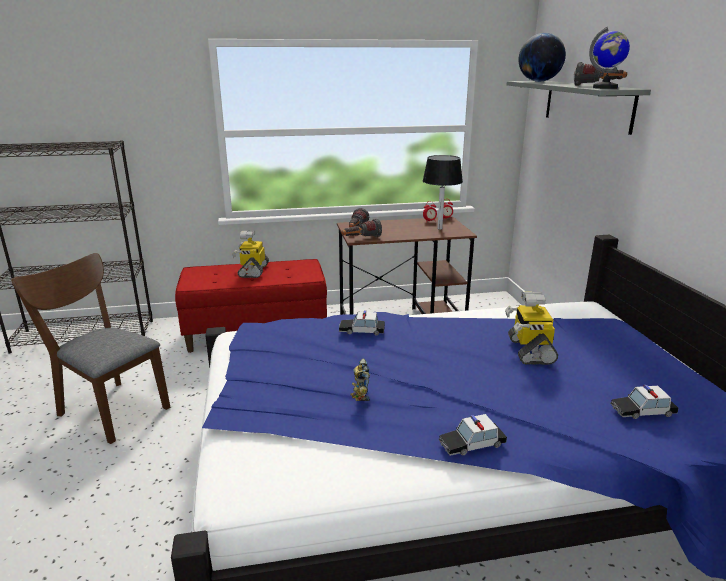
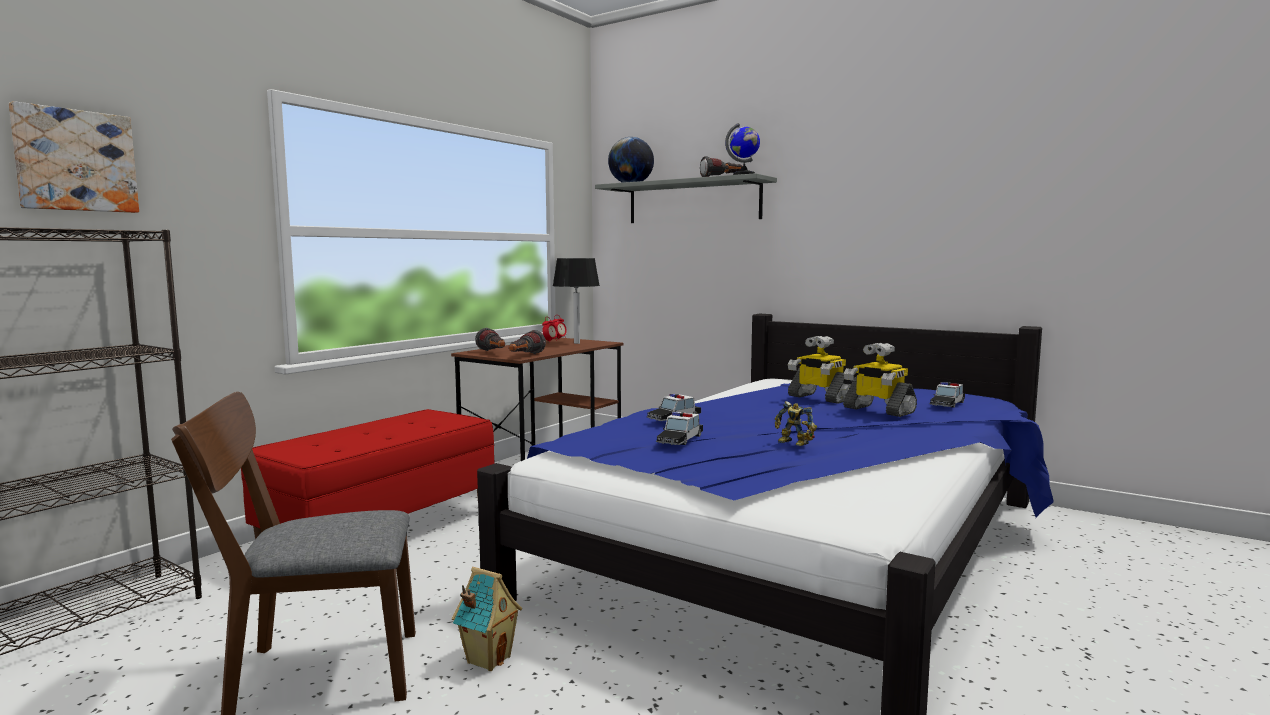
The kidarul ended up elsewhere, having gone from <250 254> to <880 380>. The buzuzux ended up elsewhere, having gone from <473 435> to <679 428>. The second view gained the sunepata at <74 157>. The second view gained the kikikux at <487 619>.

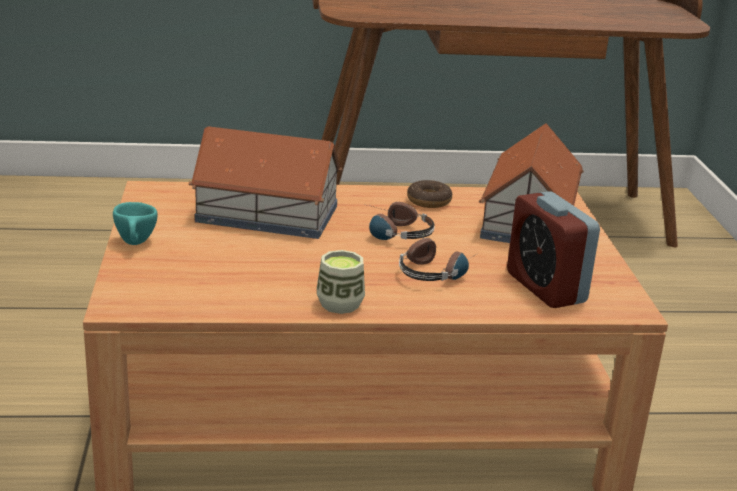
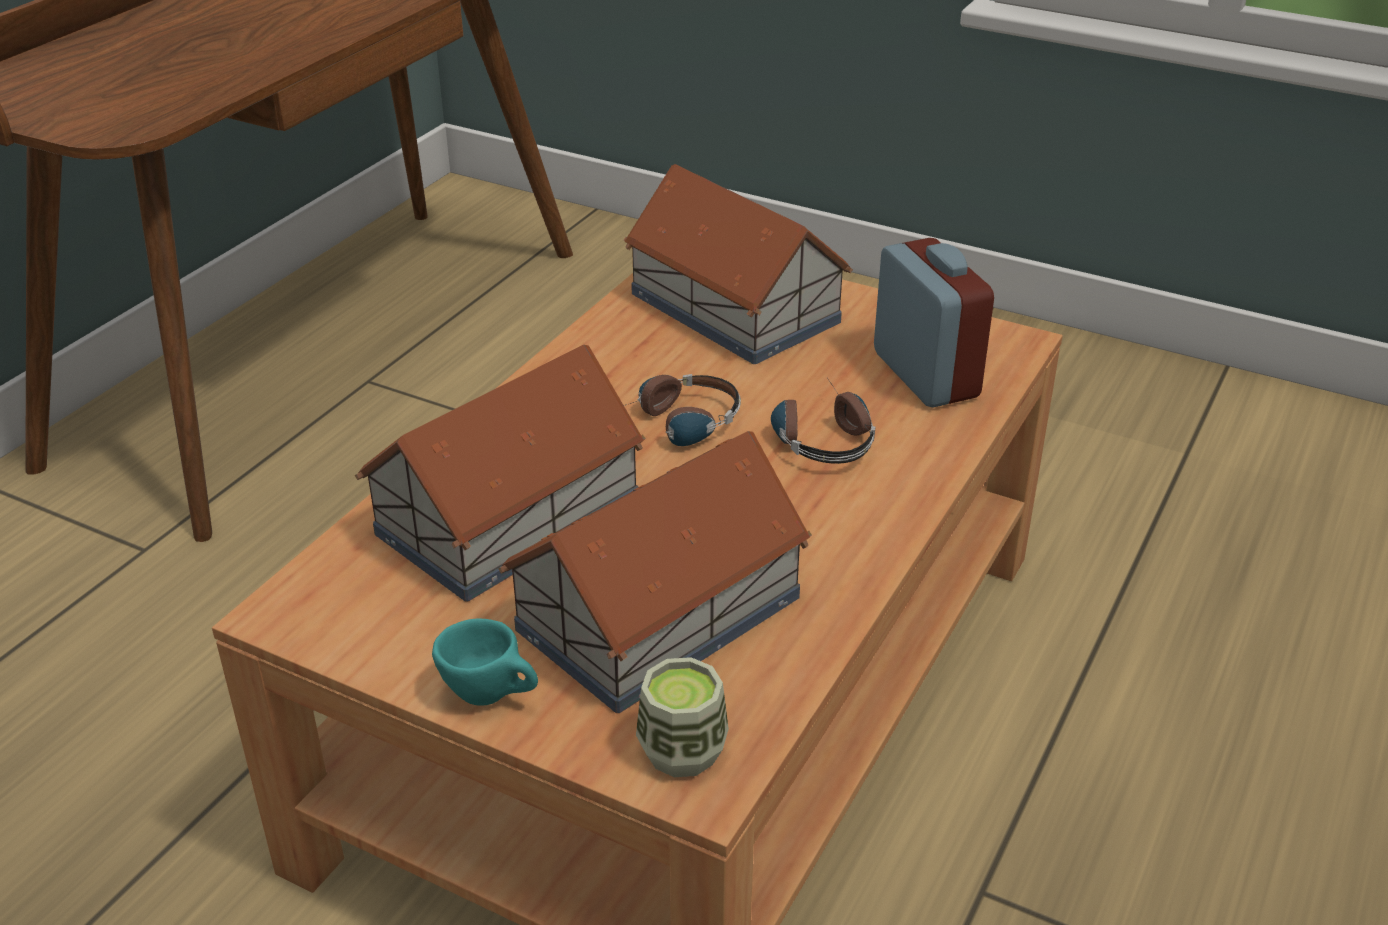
The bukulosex ended up elsewhere, having gone from <341 282> to <682 717>. The second view lost the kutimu at <429 194>. The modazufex at <553 249> ended up facing another way, 120 degrees counterclockwise from before. The second view gained the kikikux at <655 572>.

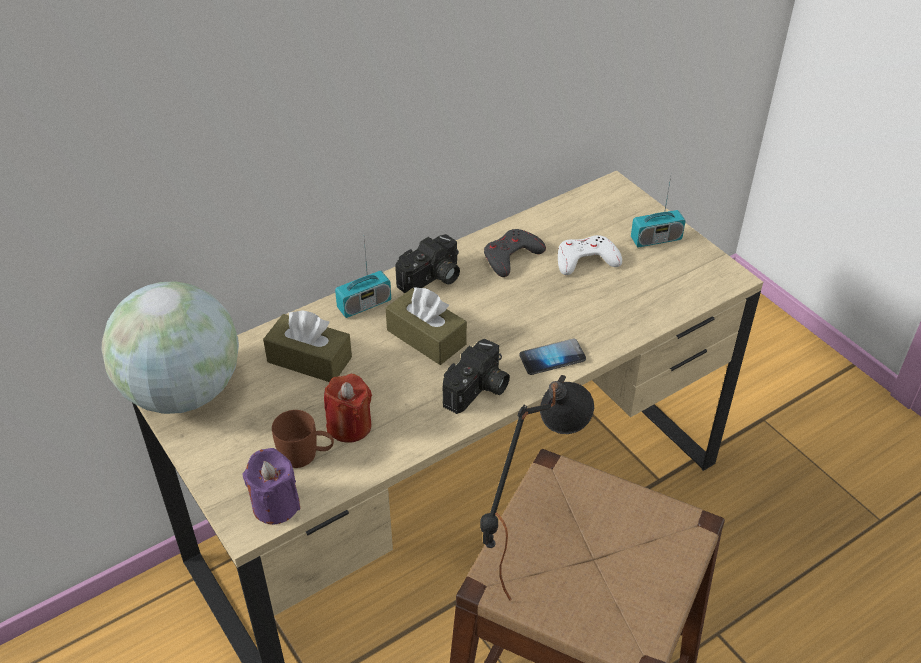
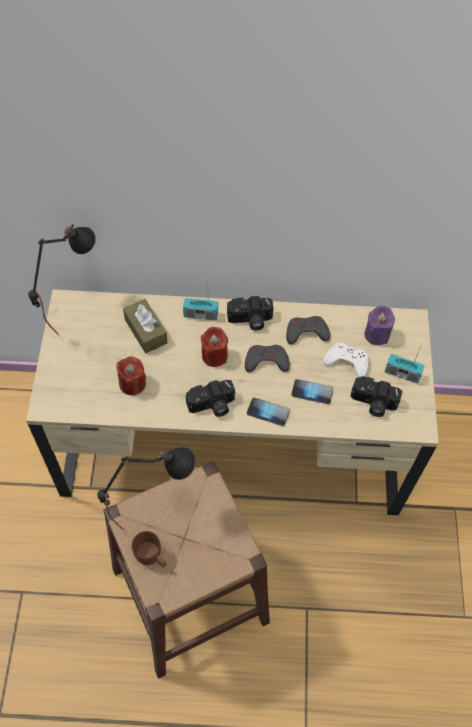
Where the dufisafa stood at <170 347>, the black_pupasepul came to stand at <62 279>. The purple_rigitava ended up elsewhere, having gone from <271 486> to <379 325>. The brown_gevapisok ended up elsewhere, having gone from <303 439> to <149 549>. Where the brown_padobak stood at <426 326>, the red_rigitava came to stand at <214 347>. The second view gained the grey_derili at <267 358>. The second view gained the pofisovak at <312 391>. The second view gained the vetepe at <376 396>.

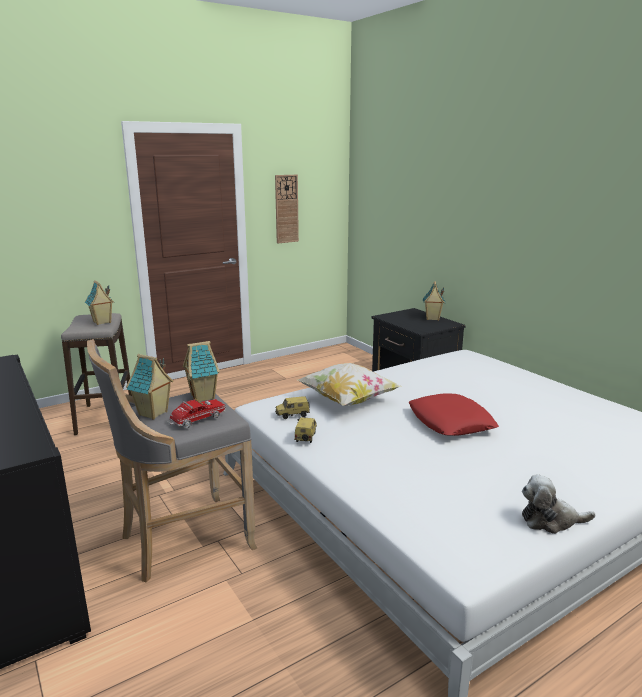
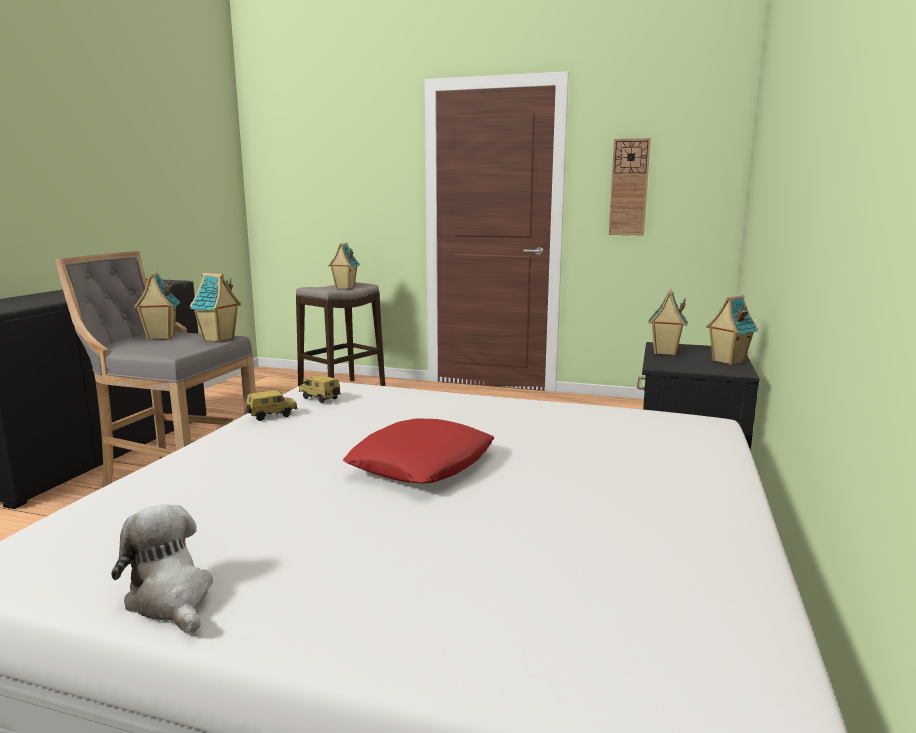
The second view lost the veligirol at <197 413>. The second view lost the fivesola at <349 384>. The second view gained the kikikux at <667 322>.

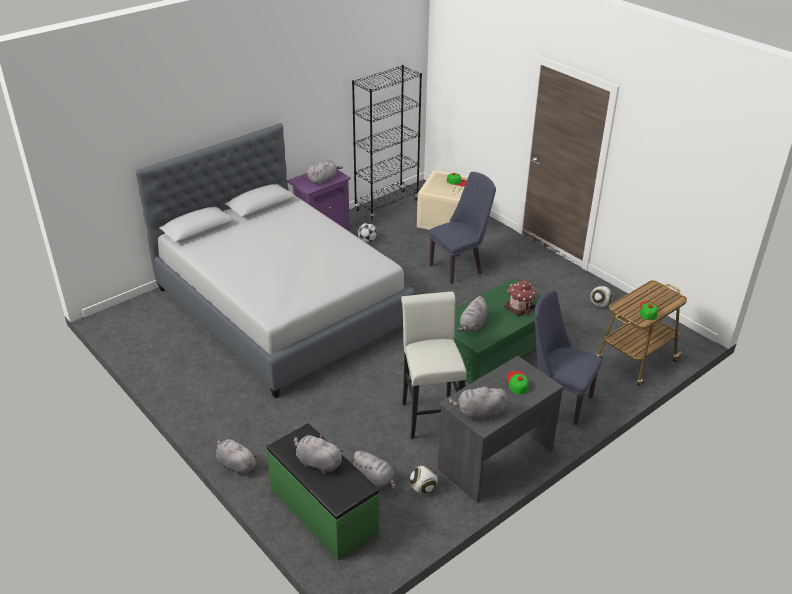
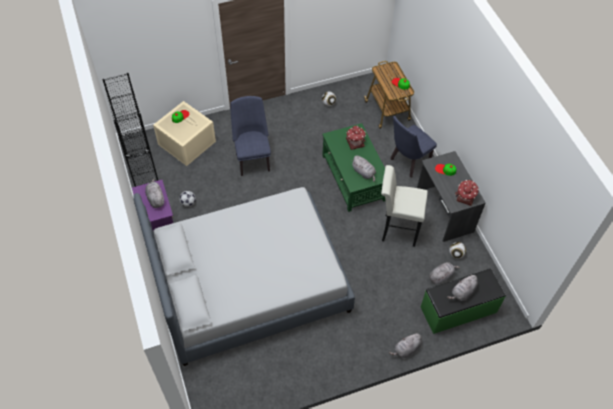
Where the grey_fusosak stood at <477 403>, the kikikux came to stand at <467 193>.

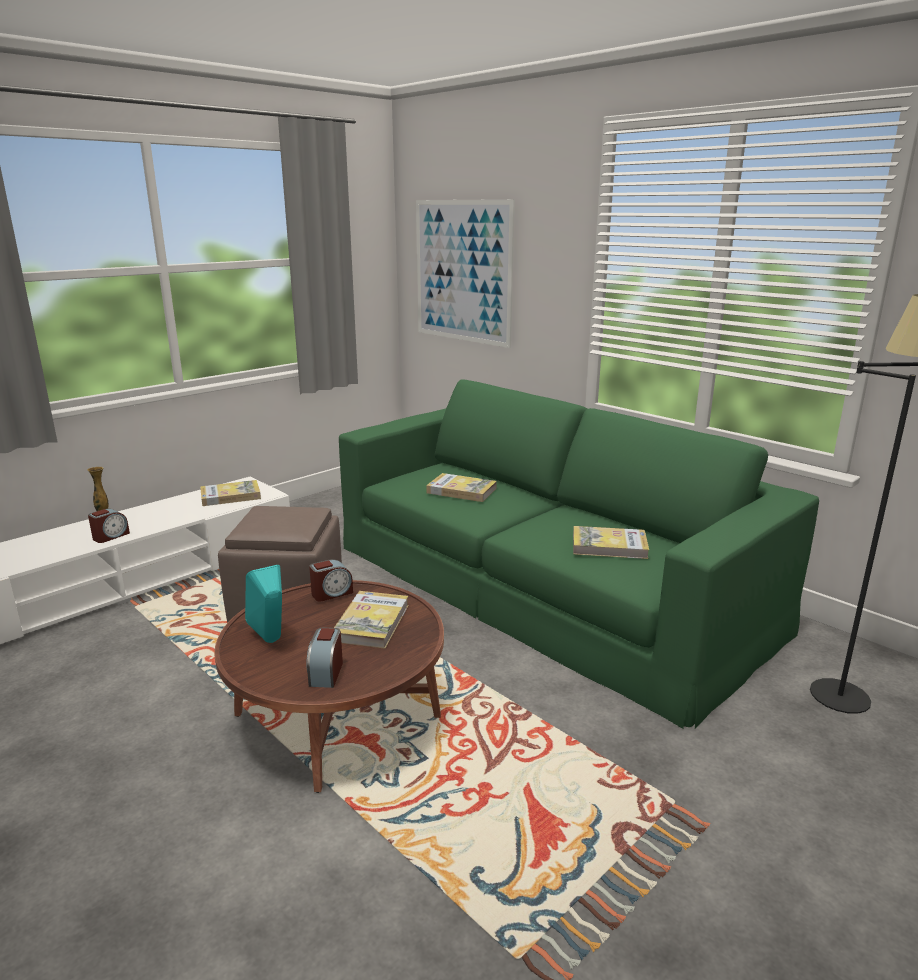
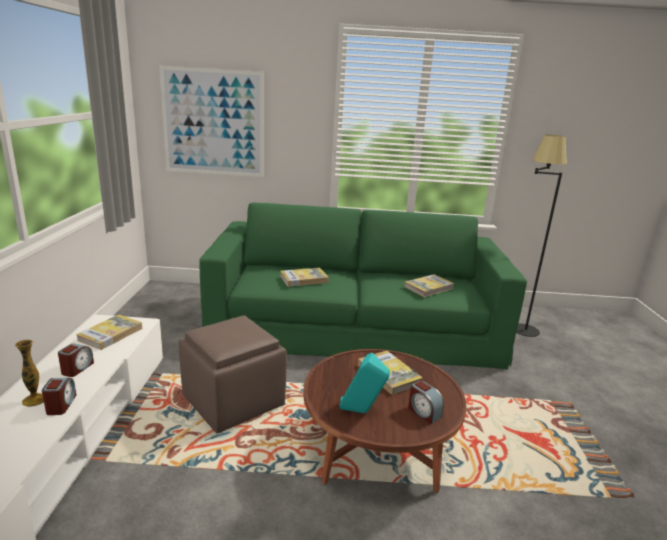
The modazufex ended up elsewhere, having gone from <331 580> to <76 360>.

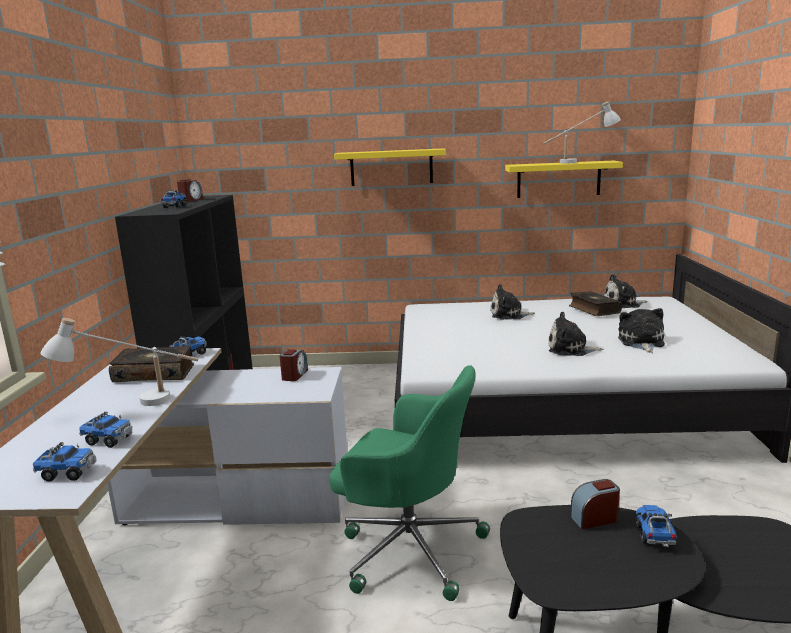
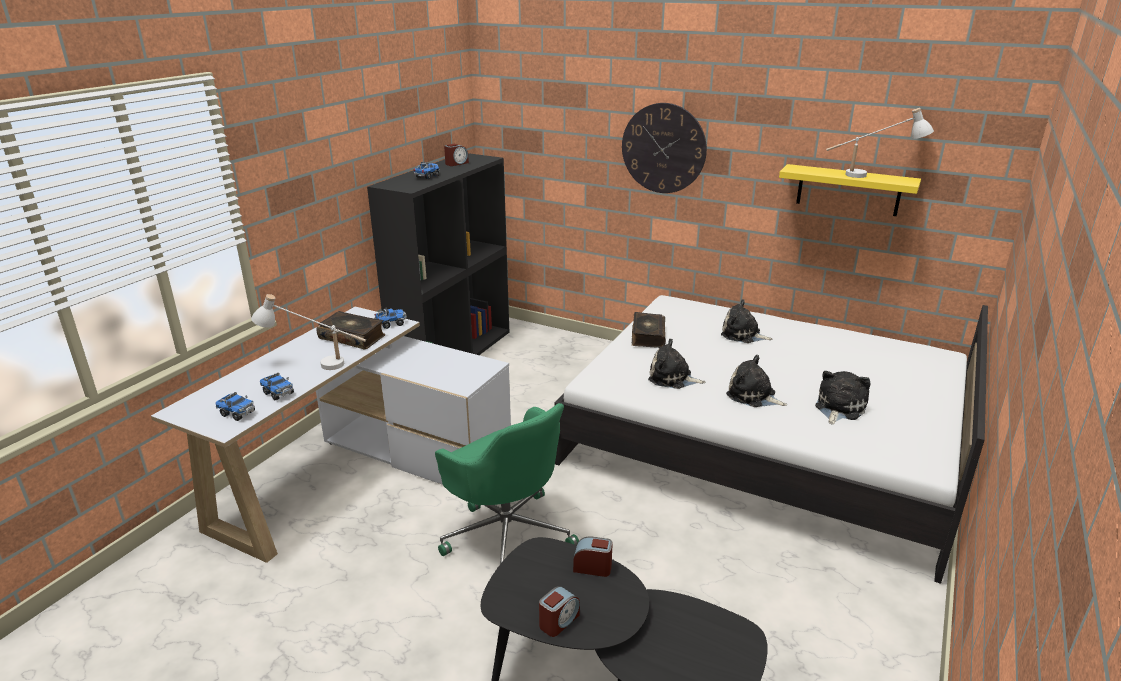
The modazufex ended up elsewhere, having gone from <293 365> to <559 611>. Where the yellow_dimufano hung at <390 167>, the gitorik came to hang at <664 148>. The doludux ended up elsewhere, having gone from <595 303> to <649 330>. The fusosak ended up elsewhere, having gone from <625 291> to <677 364>. The second view lost the veligirol at <656 526>.

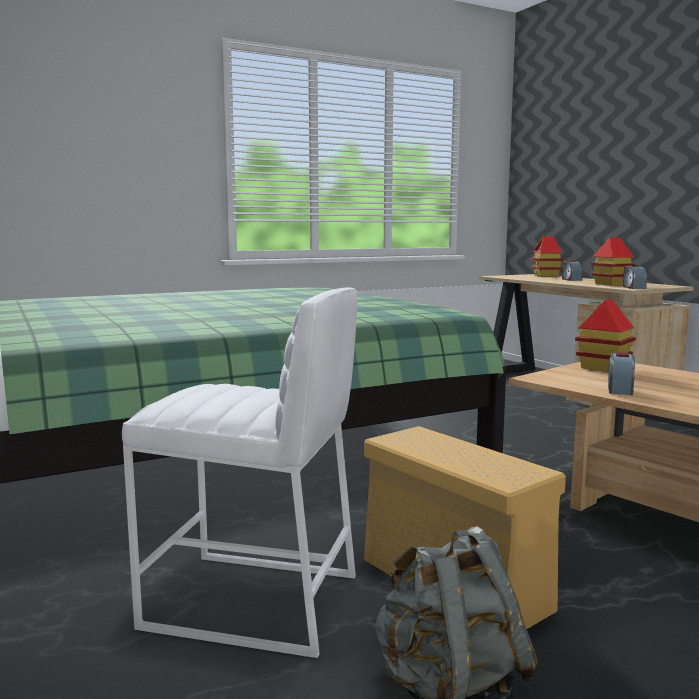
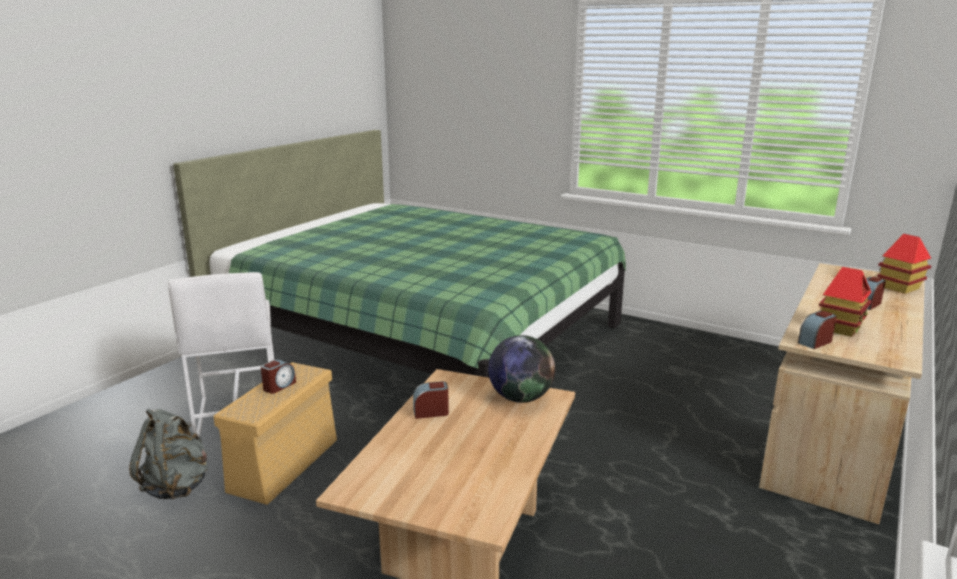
Where the kikikux stood at <605 335>, the dufisafa came to stand at <521 369>. The second view gained the modazufex at <278 376>.

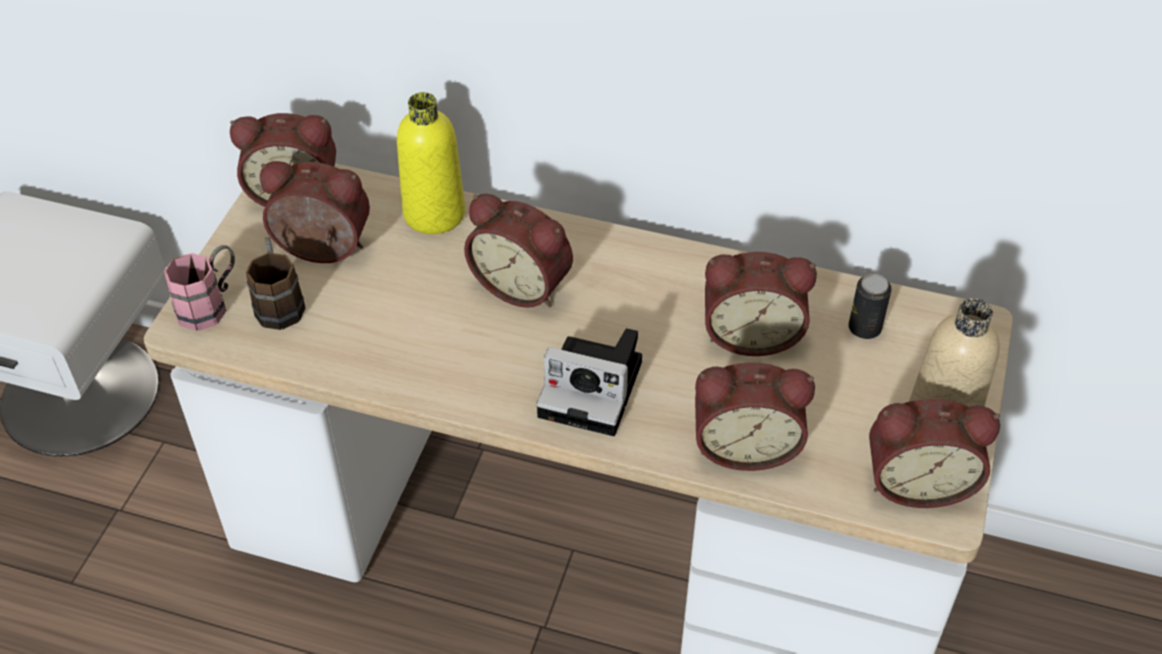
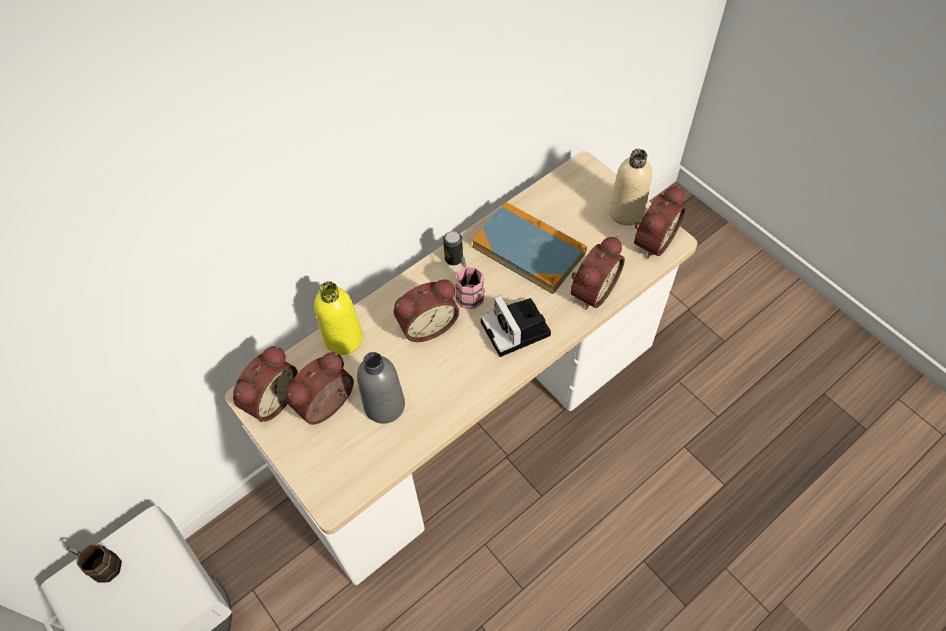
The pink_gevapisok ended up elsewhere, having gone from <199 288> to <469 282>. The brown_gevapisok ended up elsewhere, having gone from <275 283> to <94 563>. The vetepe at <589 382> ended up facing another way, 105 degrees clockwise from before. Where the modazufex stood at <761 304>, the doludux came to stand at <529 248>. The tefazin ended up elsewhere, having gone from <870 306> to <453 248>. The second view gained the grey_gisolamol at <381 388>.

